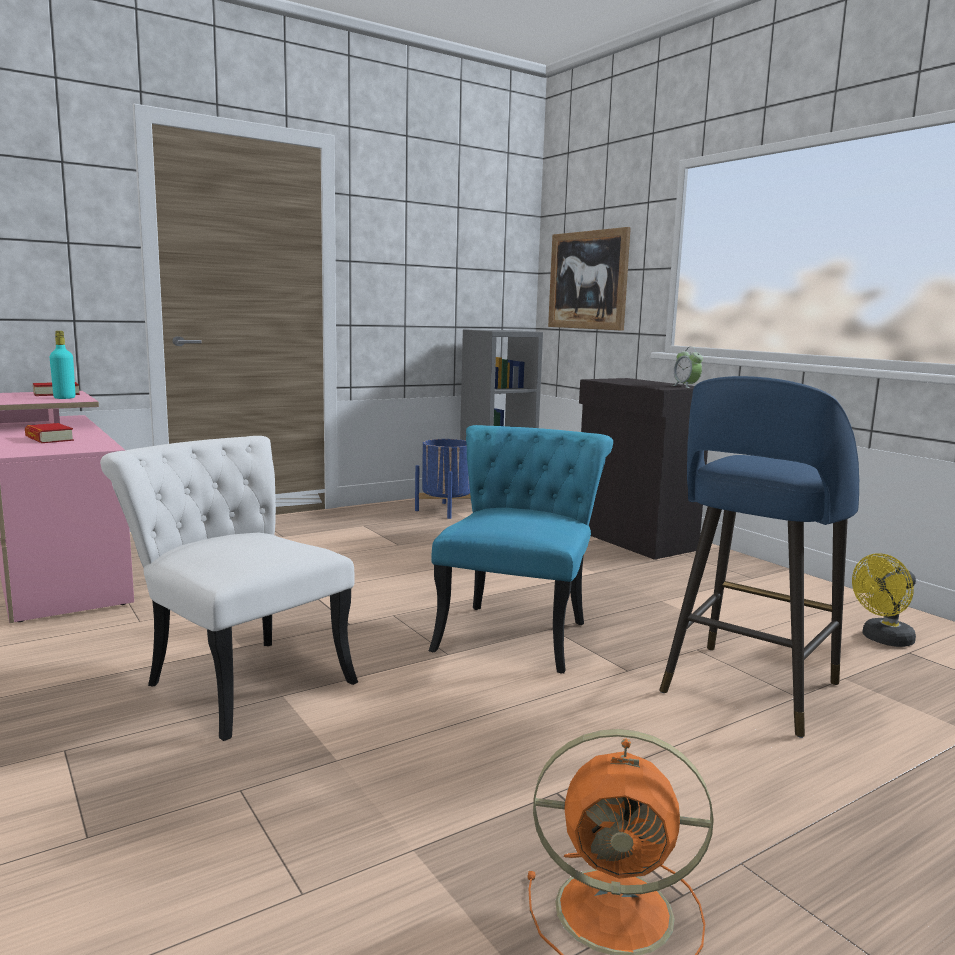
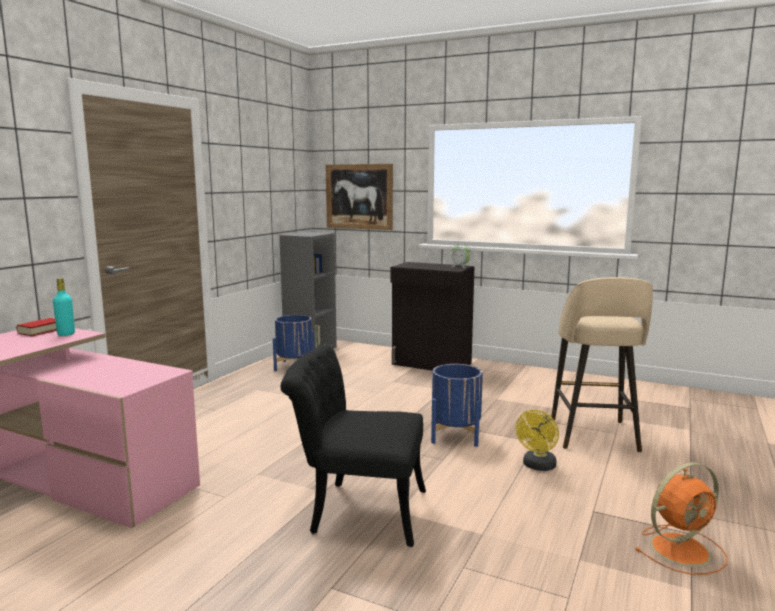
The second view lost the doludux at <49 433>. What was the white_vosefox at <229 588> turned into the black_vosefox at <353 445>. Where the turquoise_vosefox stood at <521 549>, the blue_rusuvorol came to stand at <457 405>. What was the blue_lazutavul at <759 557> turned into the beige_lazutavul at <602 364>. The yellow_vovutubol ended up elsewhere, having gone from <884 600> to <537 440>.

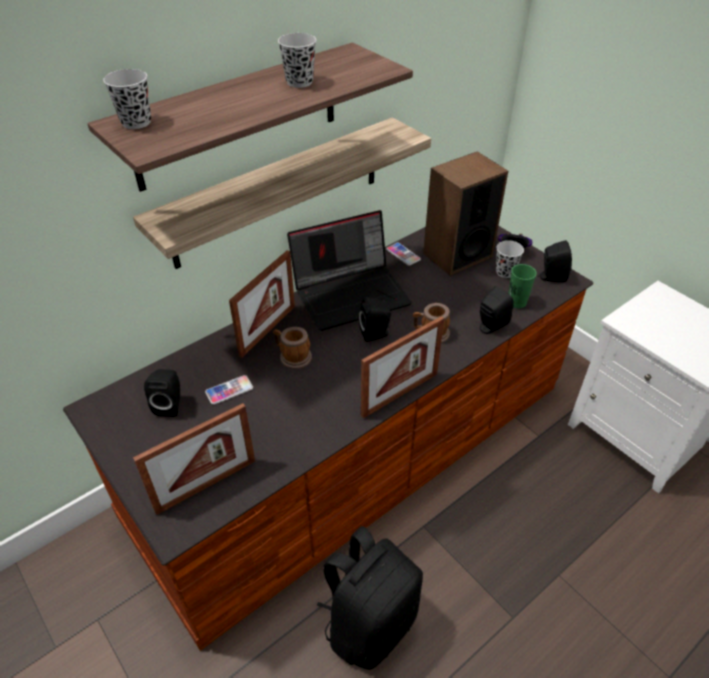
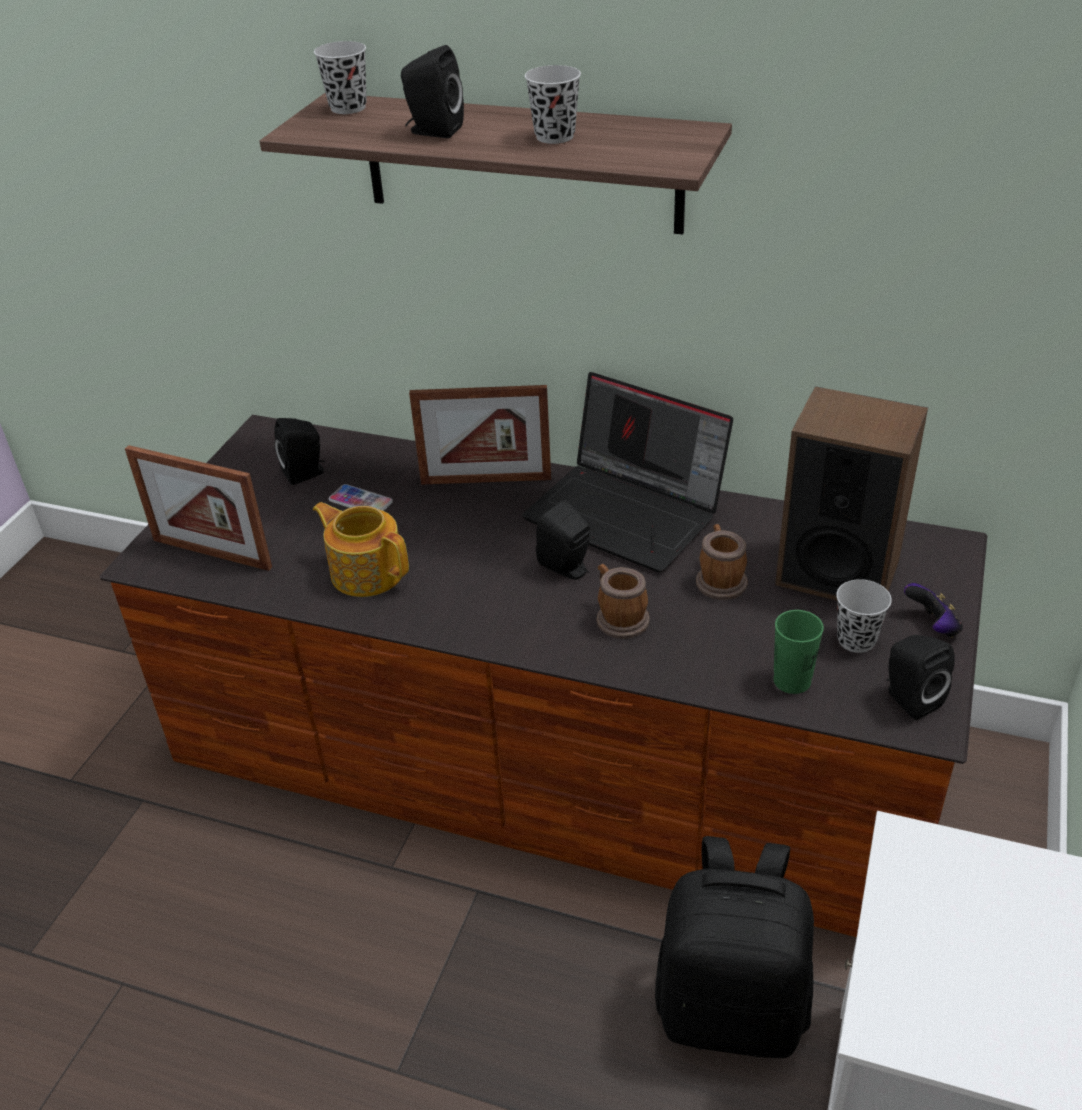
The second view lost the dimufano at <282 193>. The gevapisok ended up elsewhere, having gone from <292 348> to <722 562>. The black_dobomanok ended up elsewhere, having gone from <370 598> to <734 947>. The second view lost the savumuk at <402 367>. The second view lost the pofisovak at <403 254>. The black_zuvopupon ended up elsewhere, having gone from <497 310> to <432 91>. The second view gained the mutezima at <361 549>.

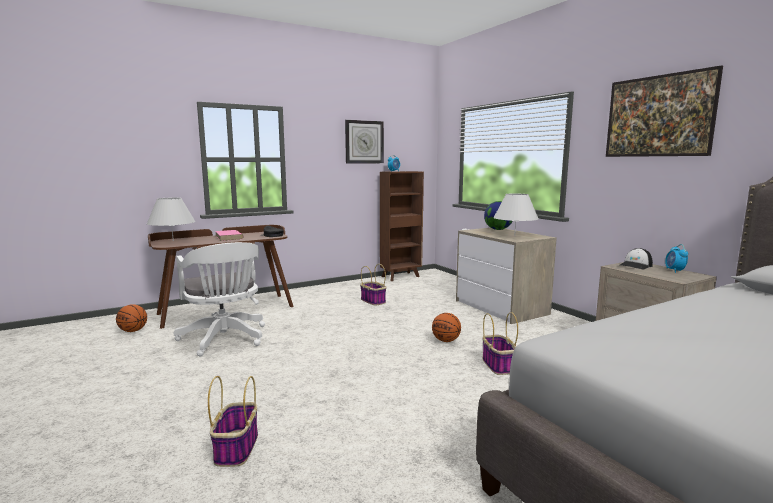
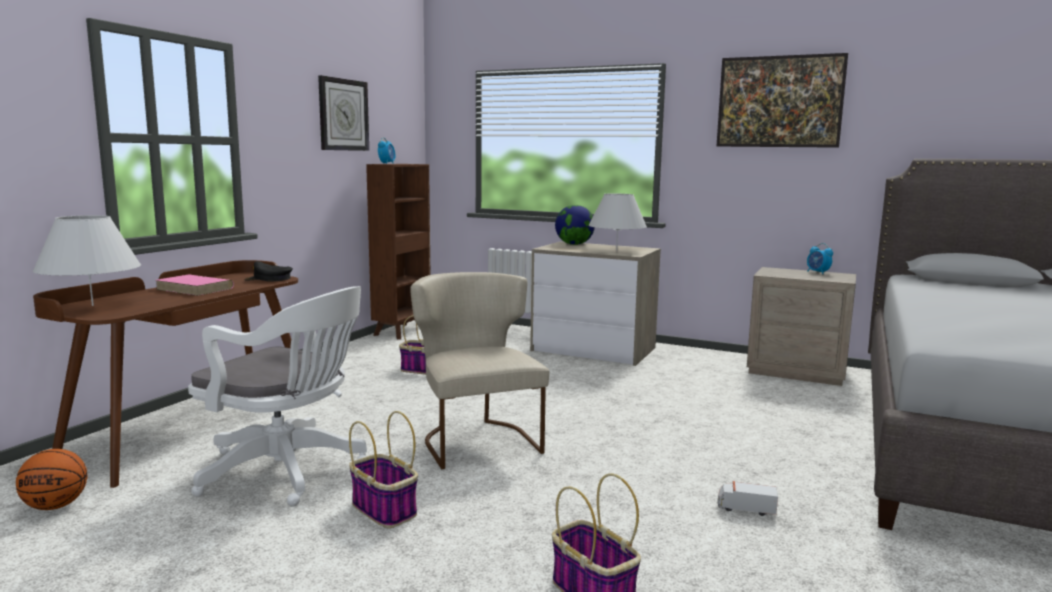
The second view lost the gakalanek at <446 327>. The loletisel ended up elsewhere, having gone from <500 343> to <383 469>. The second view lost the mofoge at <636 259>. The second view gained the beige_vosefox at <480 370>. The second view gained the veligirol at <747 498>.

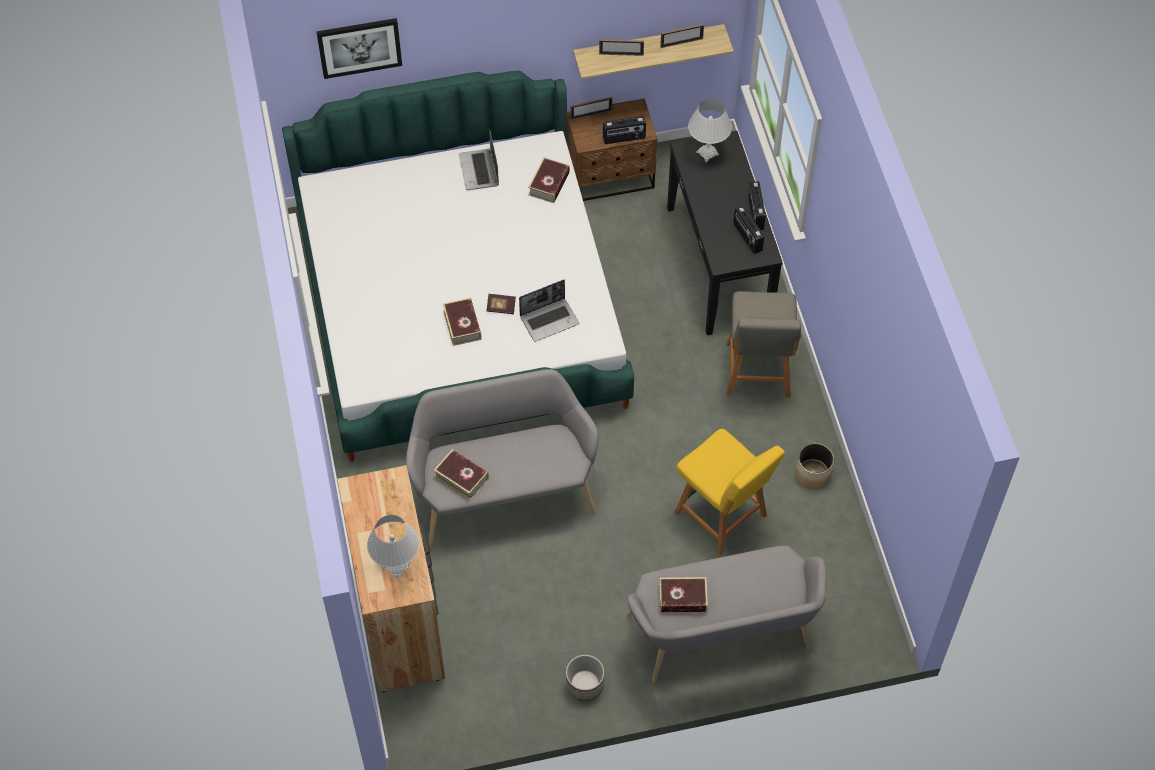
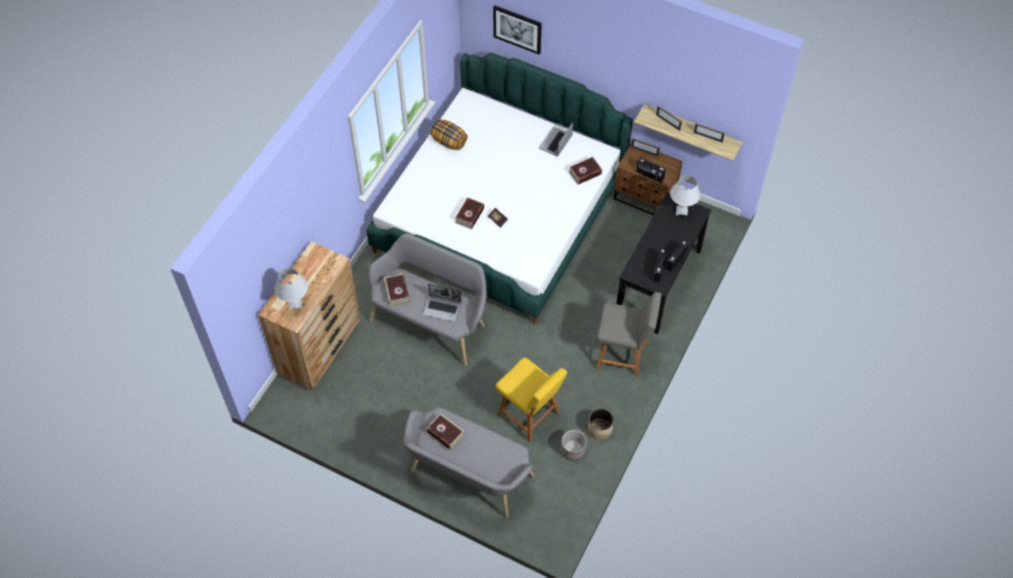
The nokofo ended up elsewhere, having gone from <549 311> to <442 303>. The rusuvorol ended up elsewhere, having gone from <585 678> to <574 445>. The yellow_vosefox at <729 492> ended up facing another way, 45 degrees counterclockwise from before. The grey_vosefox at <763 344> ended up facing another way, 120 degrees counterclockwise from before. The second view gained the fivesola at <448 134>.

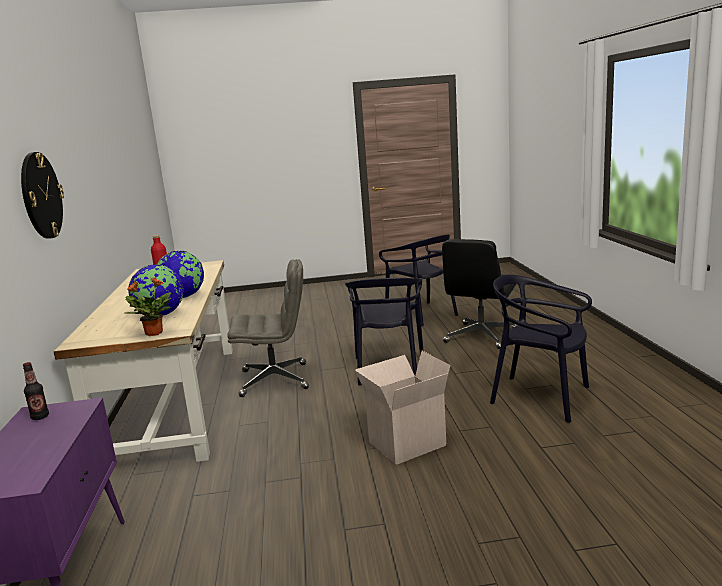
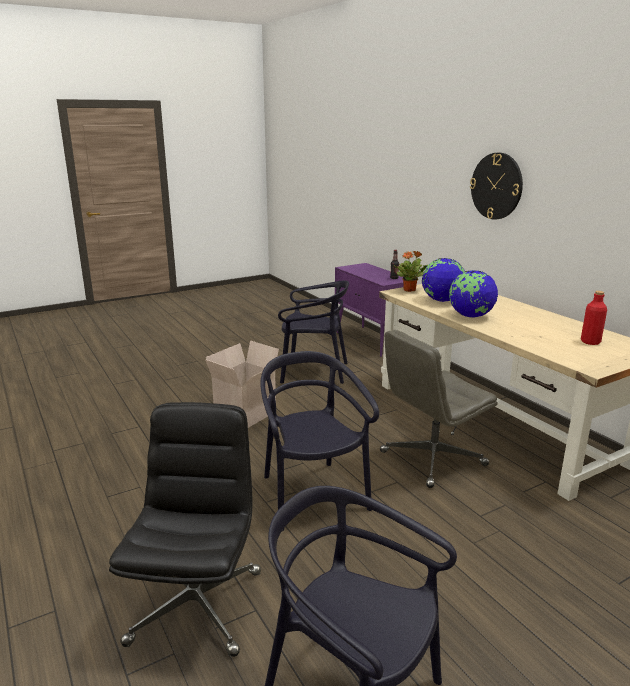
The black_vosefox ended up elsewhere, having gone from <541 349> to <313 332>.

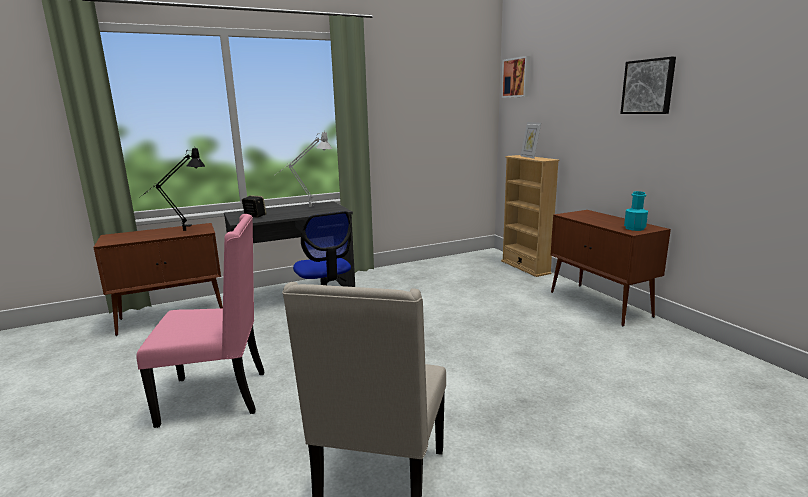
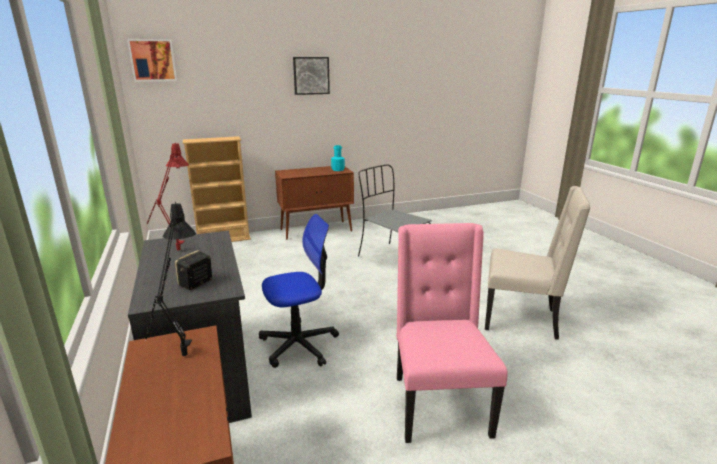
What was the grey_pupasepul at <303 169> turned into the red_pupasepul at <167 196>. The second view lost the savumuk at <531 140>. The second view gained the grey_vosefox at <395 210>.

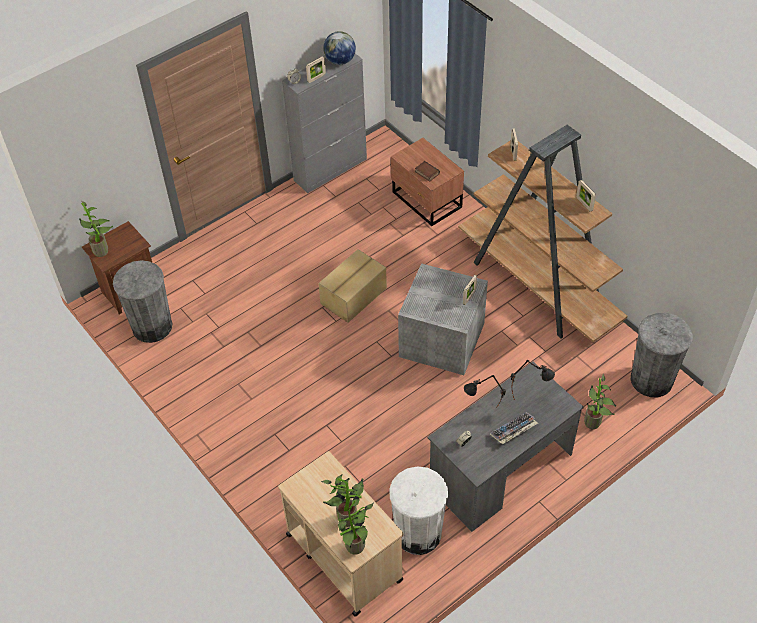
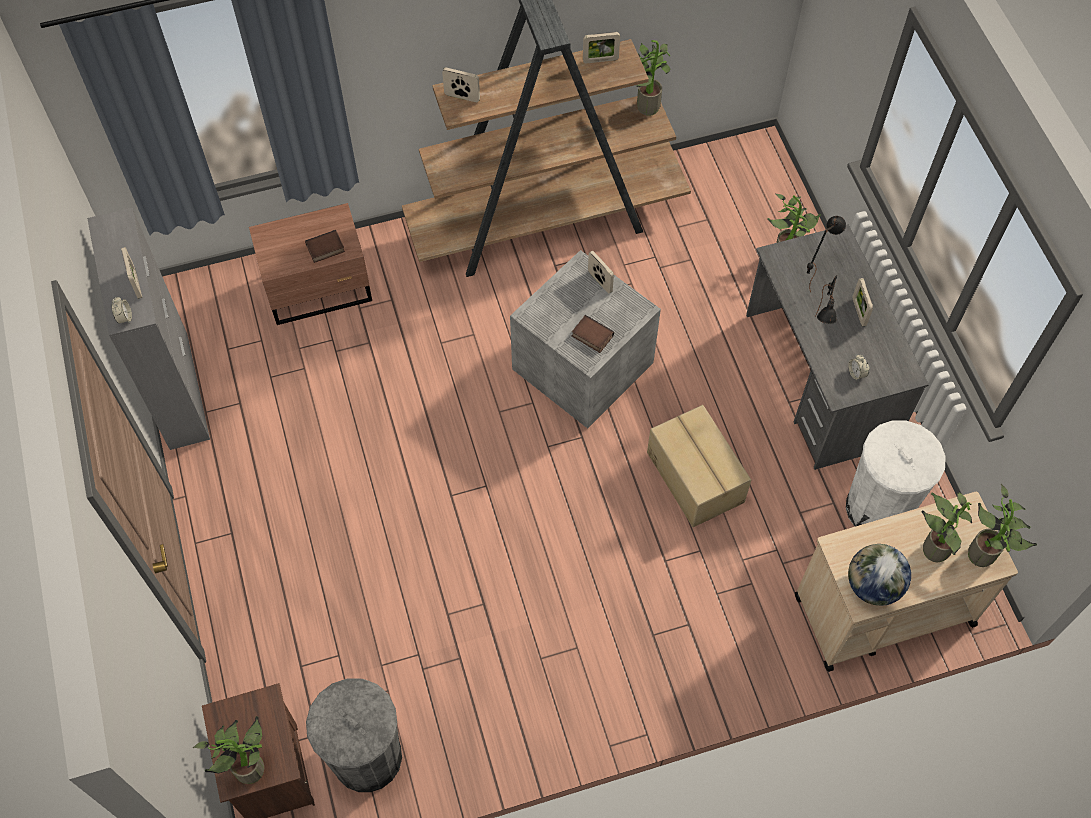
The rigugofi ended up elsewhere, having gone from <352 286> to <699 466>. The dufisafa ended up elsewhere, having gone from <339 48> to <879 575>. Where the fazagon stood at <514 428>, the savumuk came to stand at <863 302>. The second view lost the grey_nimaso at <662 355>. The second view gained the doludux at <593 334>. The second view gained the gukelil at <653 78>.

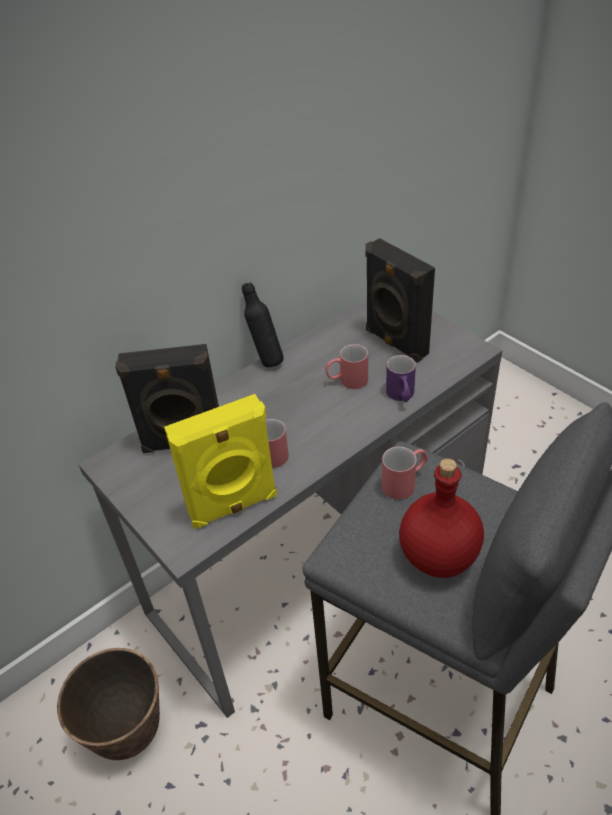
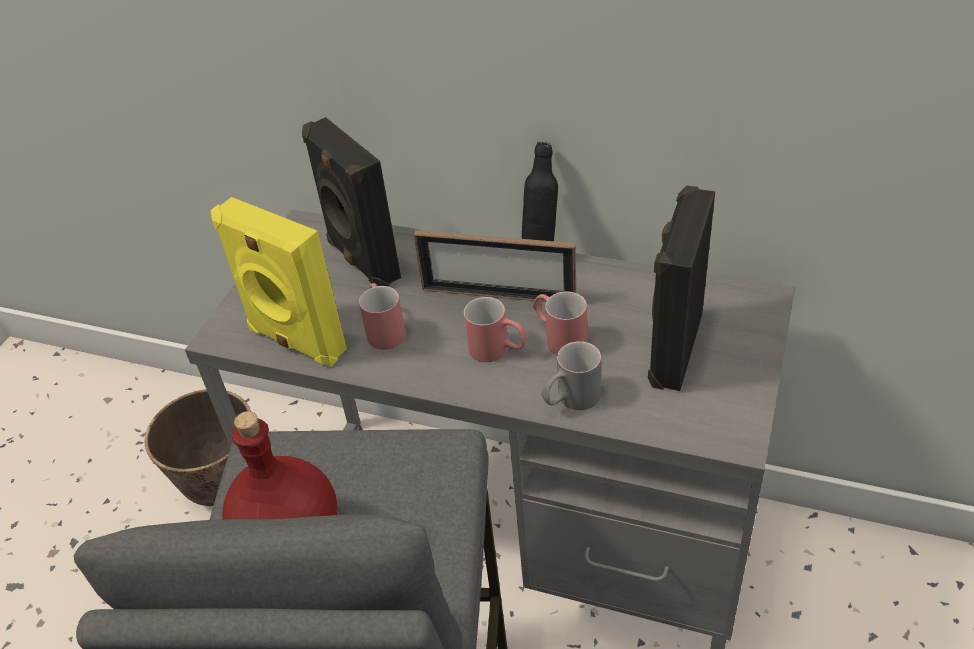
The red_gevapisok ended up elsewhere, having gone from <405 473> to <495 329>. What was the purple_gevapisok at <401 378> turned into the grey_gevapisok at <571 375>. The second view gained the savumuk at <495 266>.

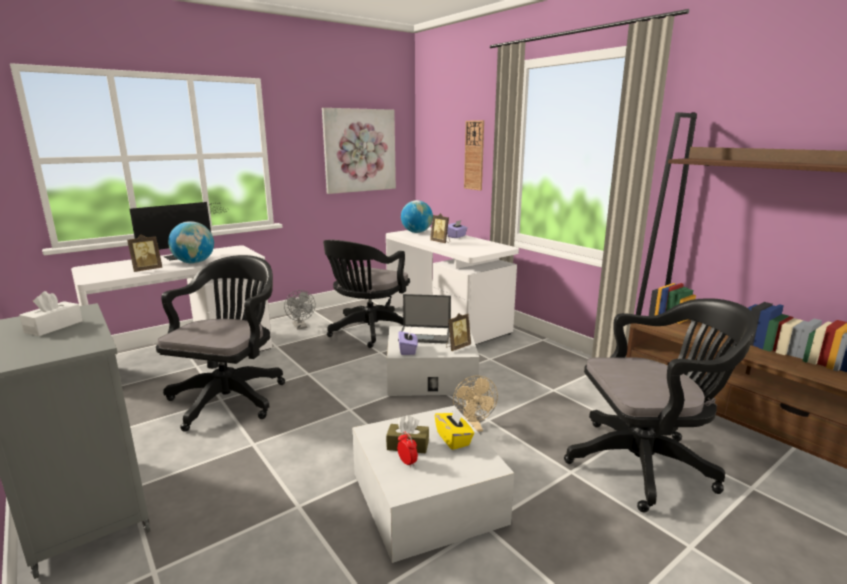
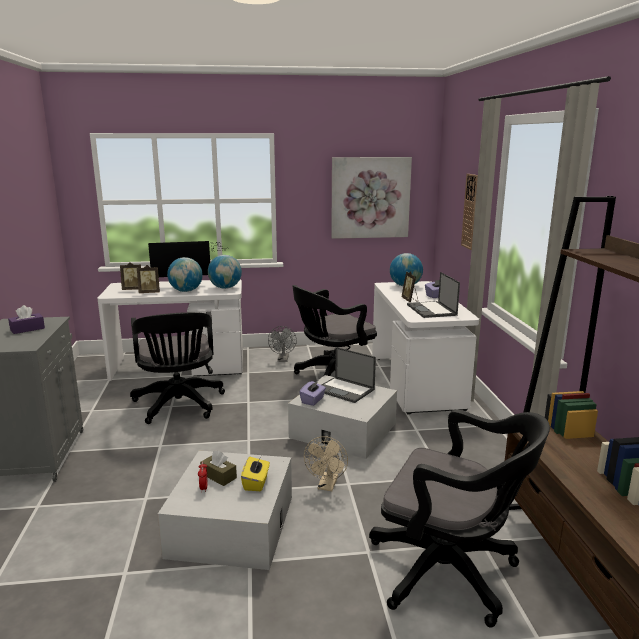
What was the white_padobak at <51 313> turned into the purple_padobak at <26 319>. The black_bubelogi at <220 343> ended up facing another way, 120 degrees clockwise from before. The savumuk ended up elsewhere, having gone from <458 332> to <130 276>. The second view gained the dufisafa at <225 272>. The second view gained the nokofo at <433 295>.

